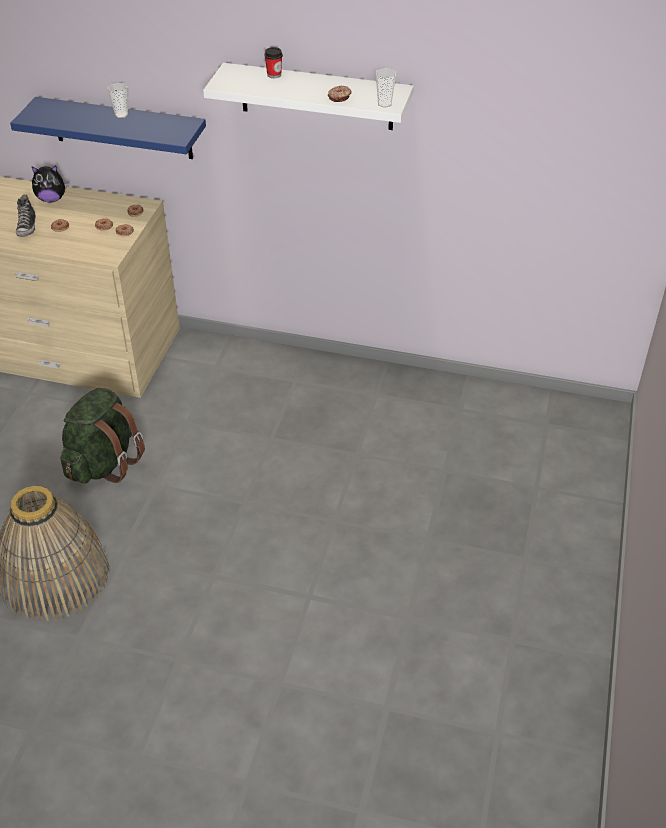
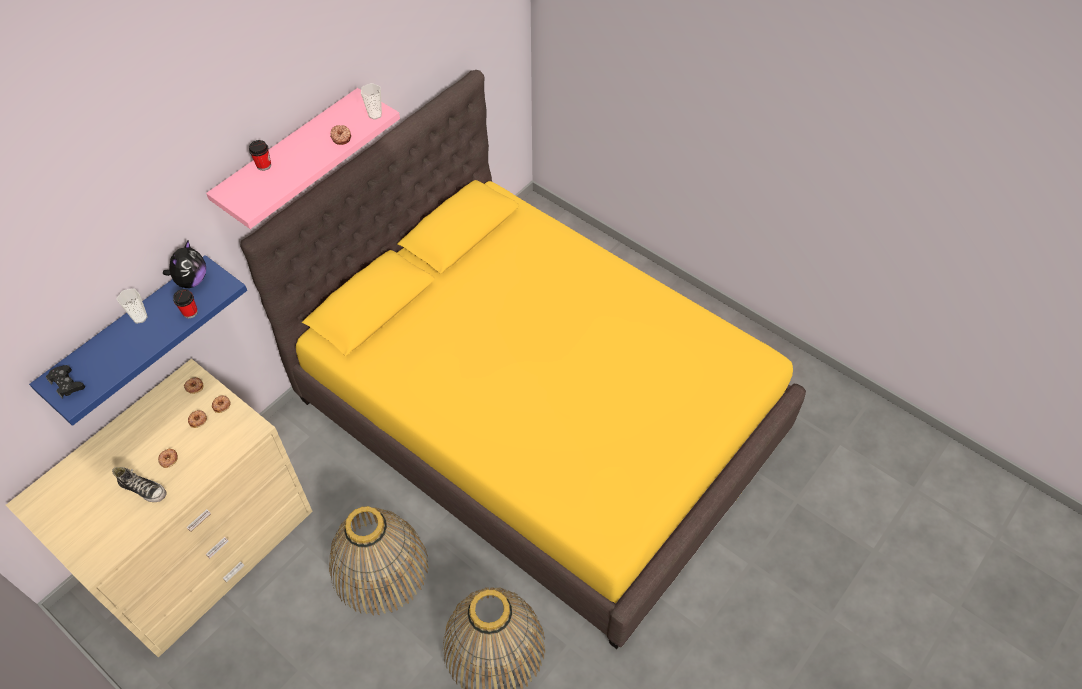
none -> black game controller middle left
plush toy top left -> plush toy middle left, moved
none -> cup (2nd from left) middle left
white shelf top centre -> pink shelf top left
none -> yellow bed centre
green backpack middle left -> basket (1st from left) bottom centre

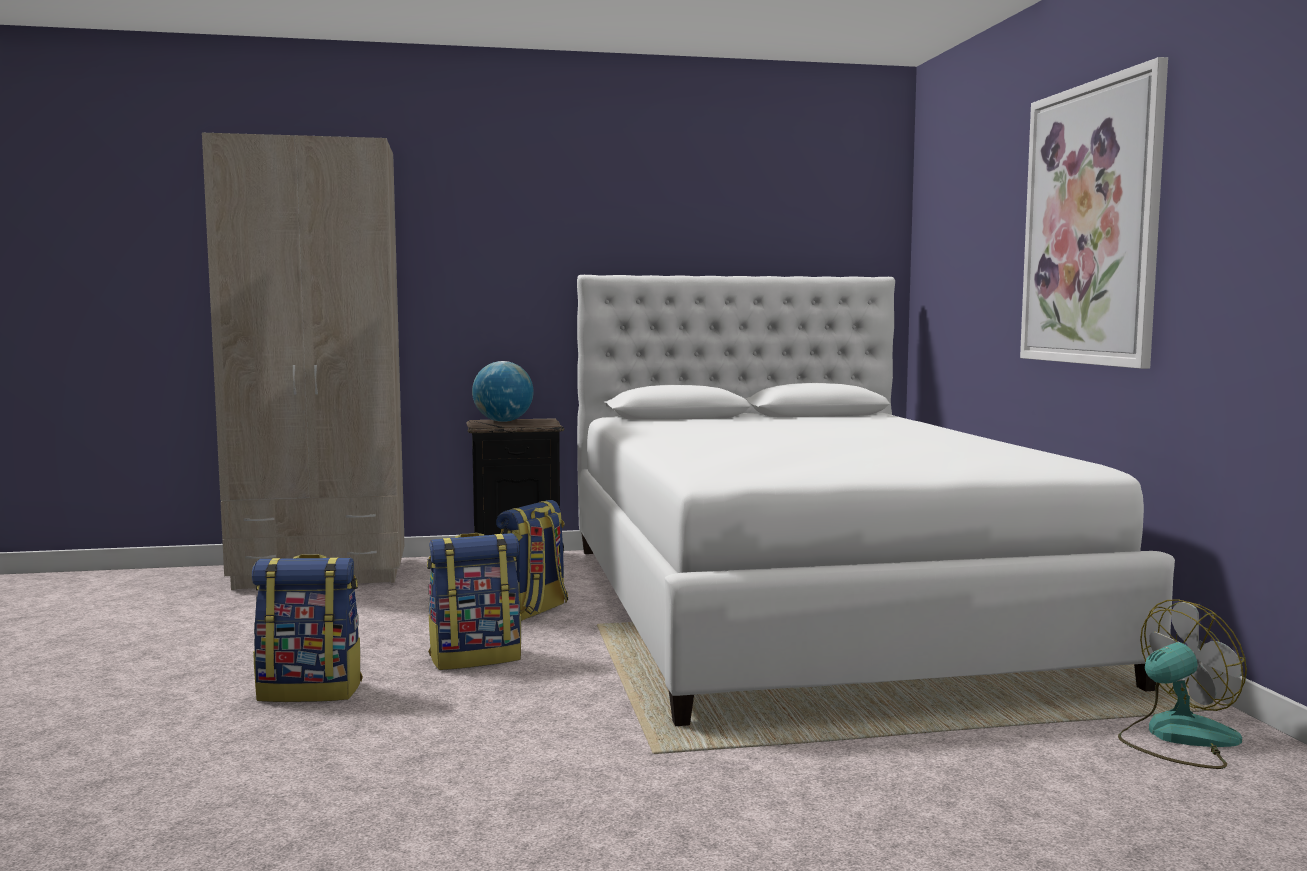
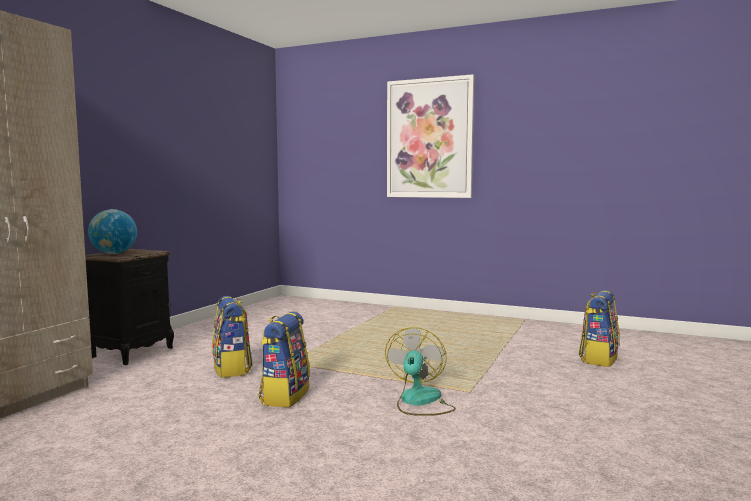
fan bottom right -> fan bottom centre, moved
backpack (1st from left in the first image) bottom left -> backpack (3rd from left) middle right, moved
white bed middle right -> none

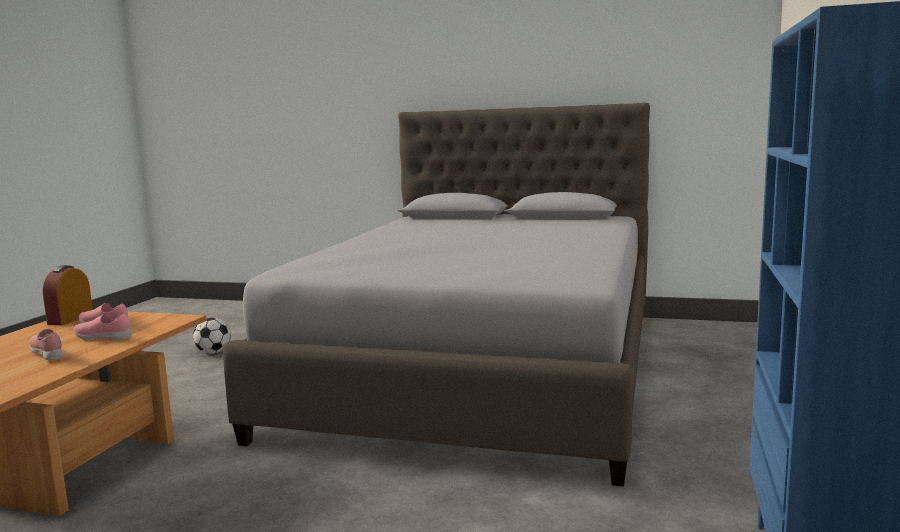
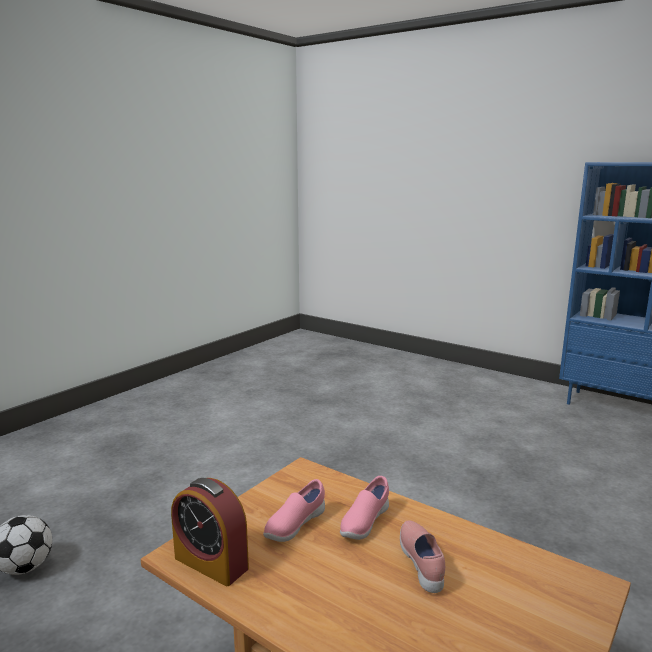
pink shoe (1st from left in the first image) middle left -> pink shoe (3rd from left) bottom centre, 105 degrees clockwise
grey bed centre -> none

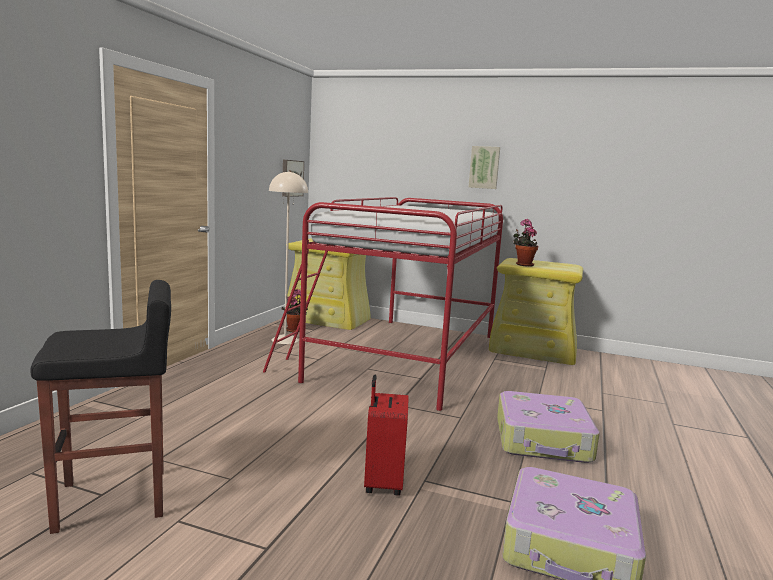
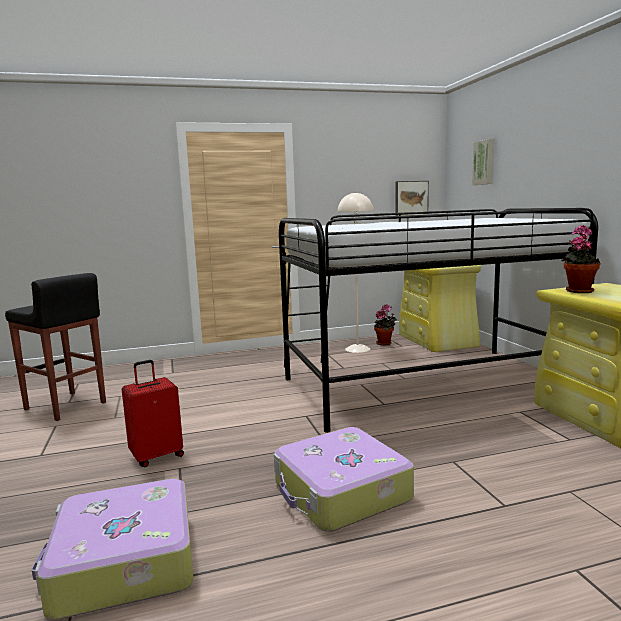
red bed centre -> black bed middle right
picture (2nd from left) top centre -> picture (2nd from left) top right, moved

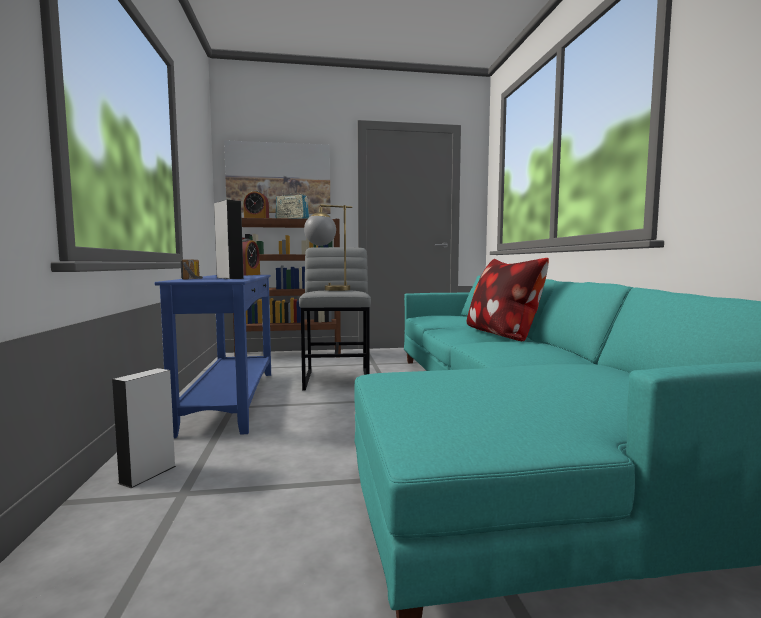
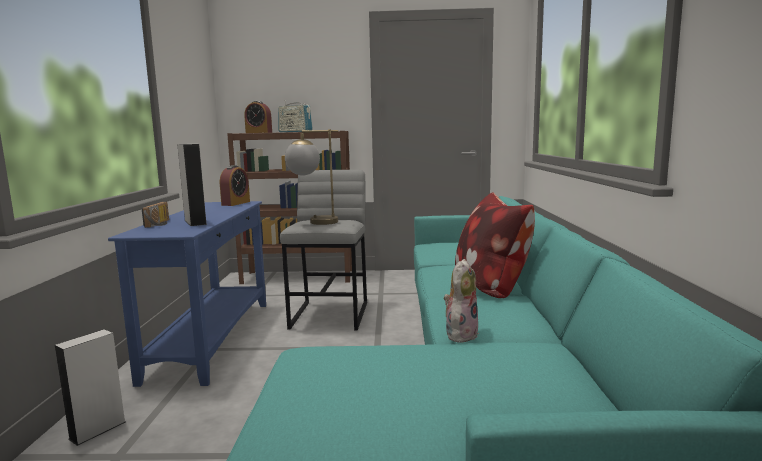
none -> plush toy centre
picture top centre -> none

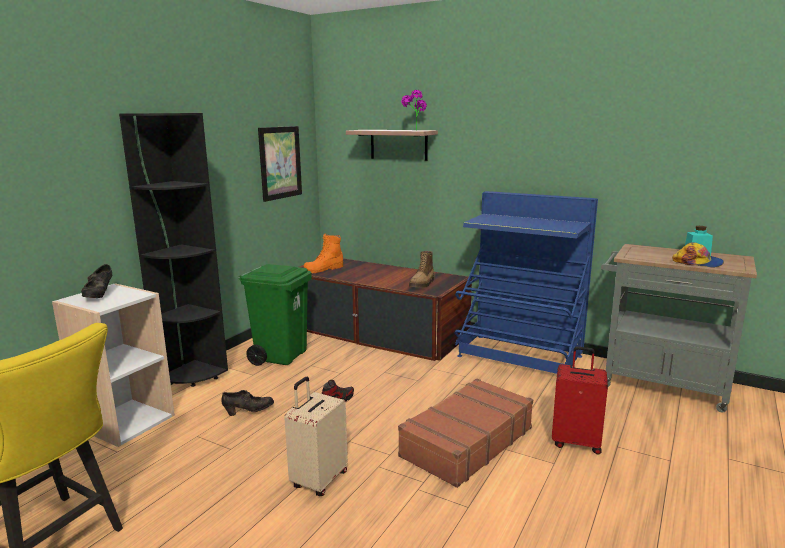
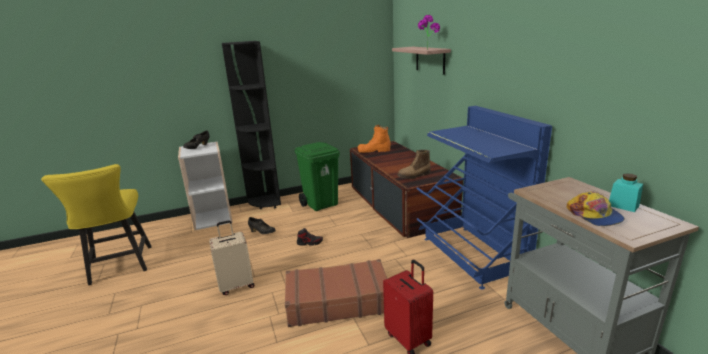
picture top centre -> none

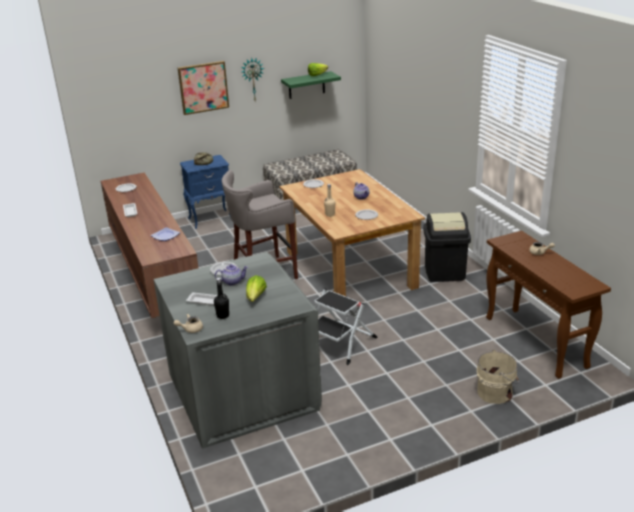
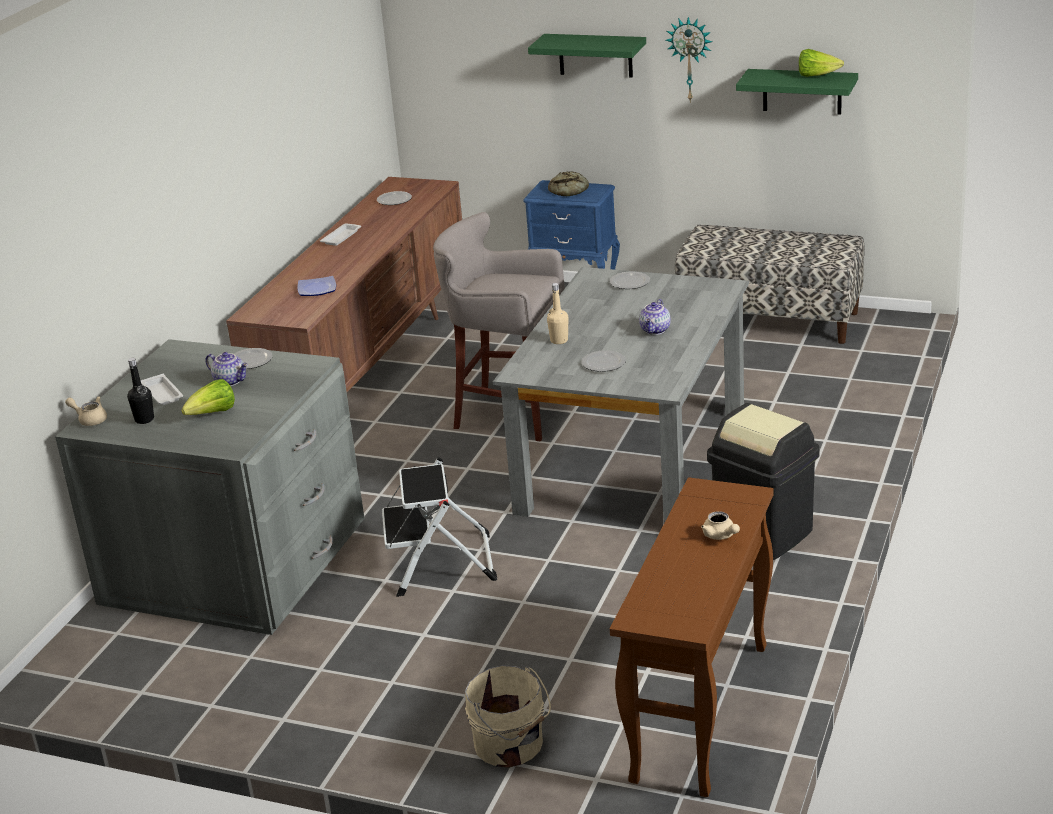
brown dining table centre -> grey dining table centre
picture top left -> green shelf (1st from left) top centre

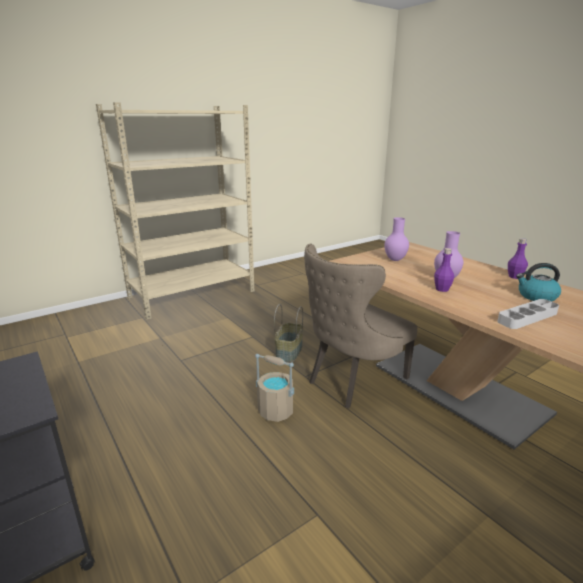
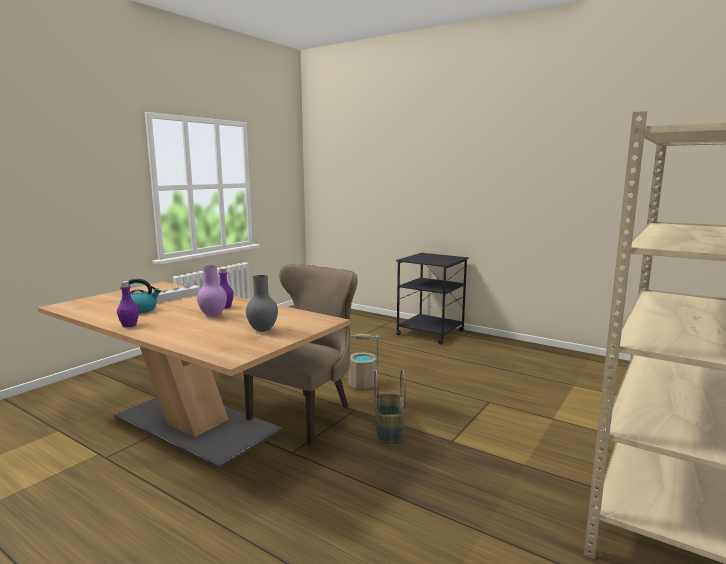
purple vase (1st from left) middle right -> grey vase centre

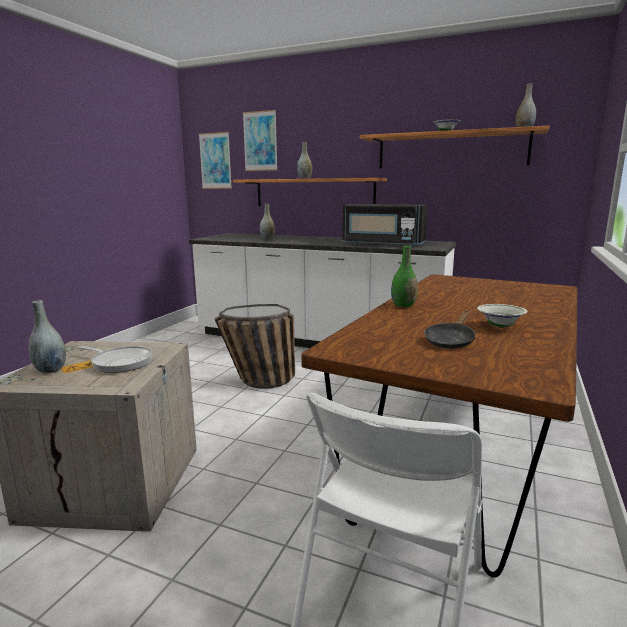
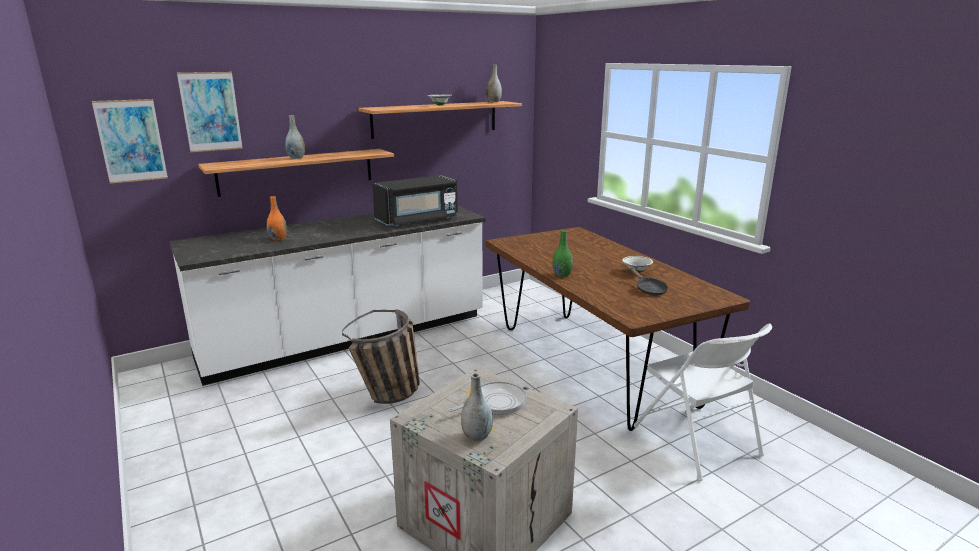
grey vase (2nd from left) centre -> orange vase middle left

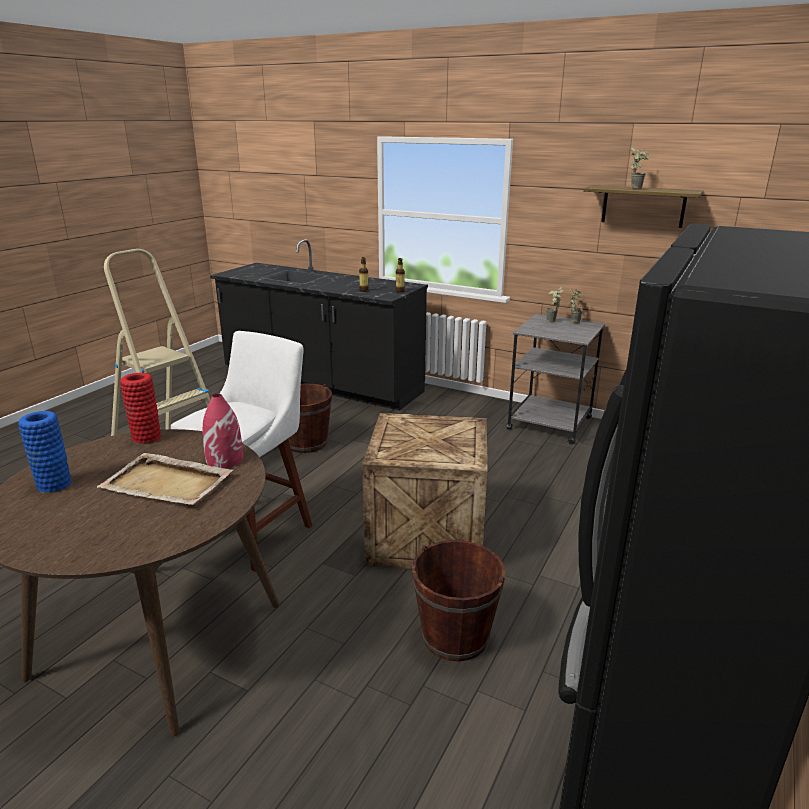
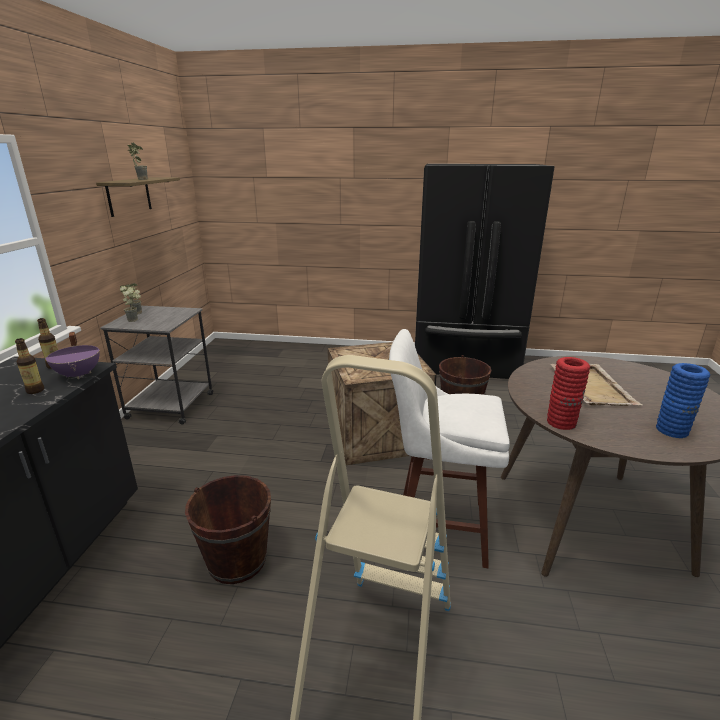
none -> purple cooking pot middle left
red vase (2nd from left) middle left -> none

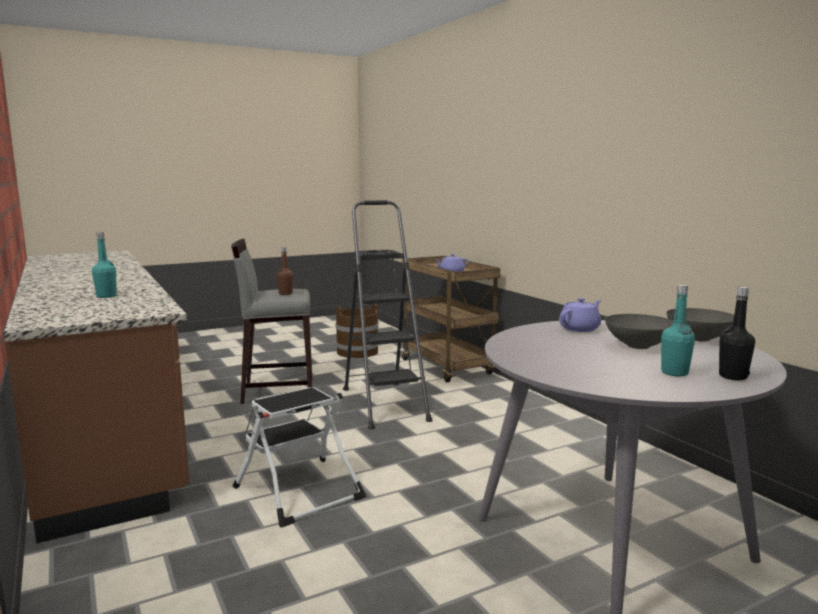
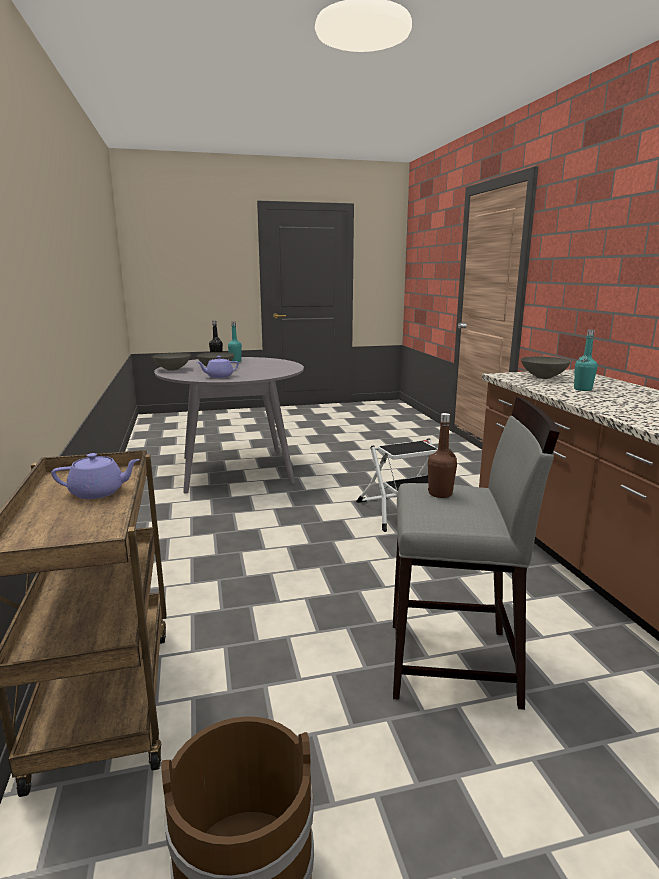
none -> grey bowl (3rd from left) middle right
step ladder (2nd from left) centre -> none

